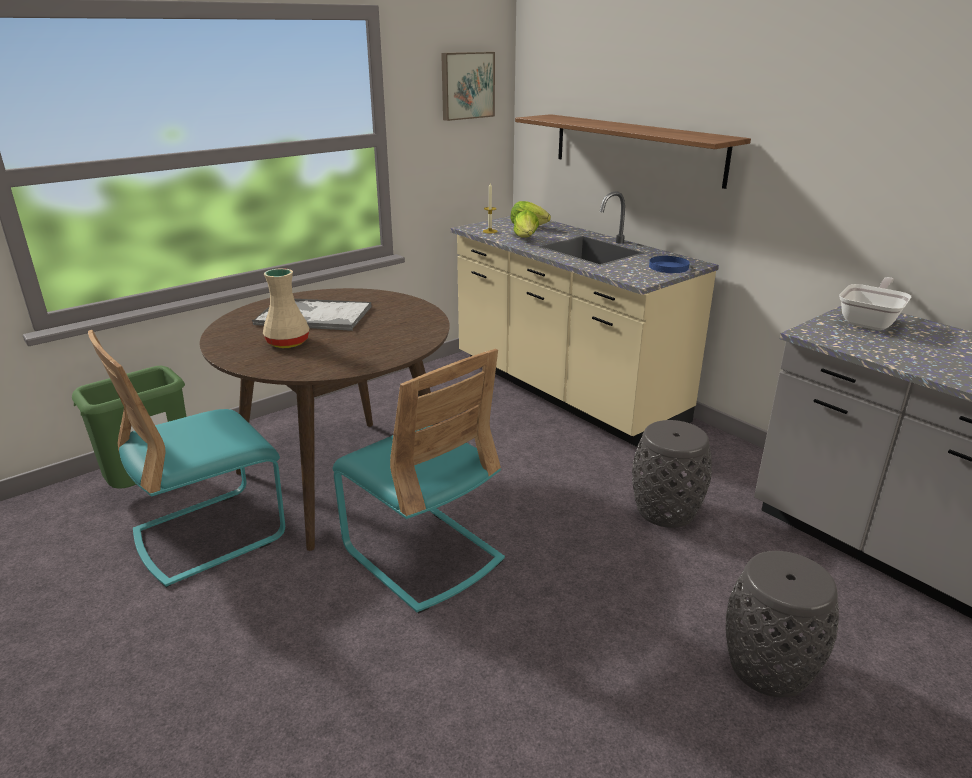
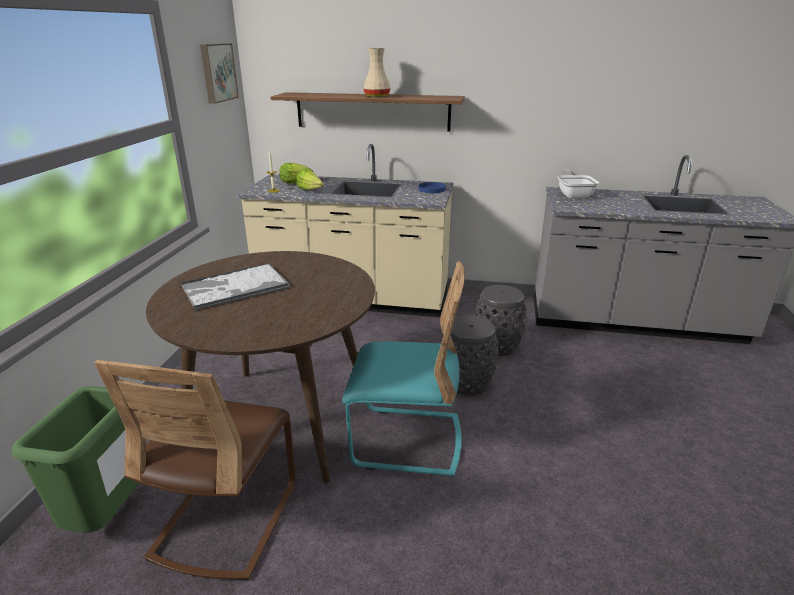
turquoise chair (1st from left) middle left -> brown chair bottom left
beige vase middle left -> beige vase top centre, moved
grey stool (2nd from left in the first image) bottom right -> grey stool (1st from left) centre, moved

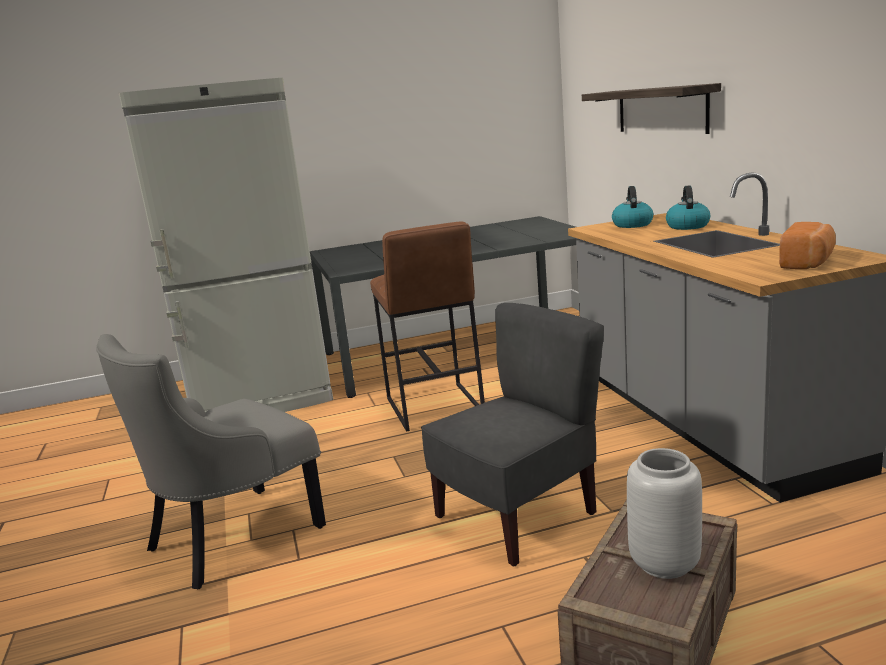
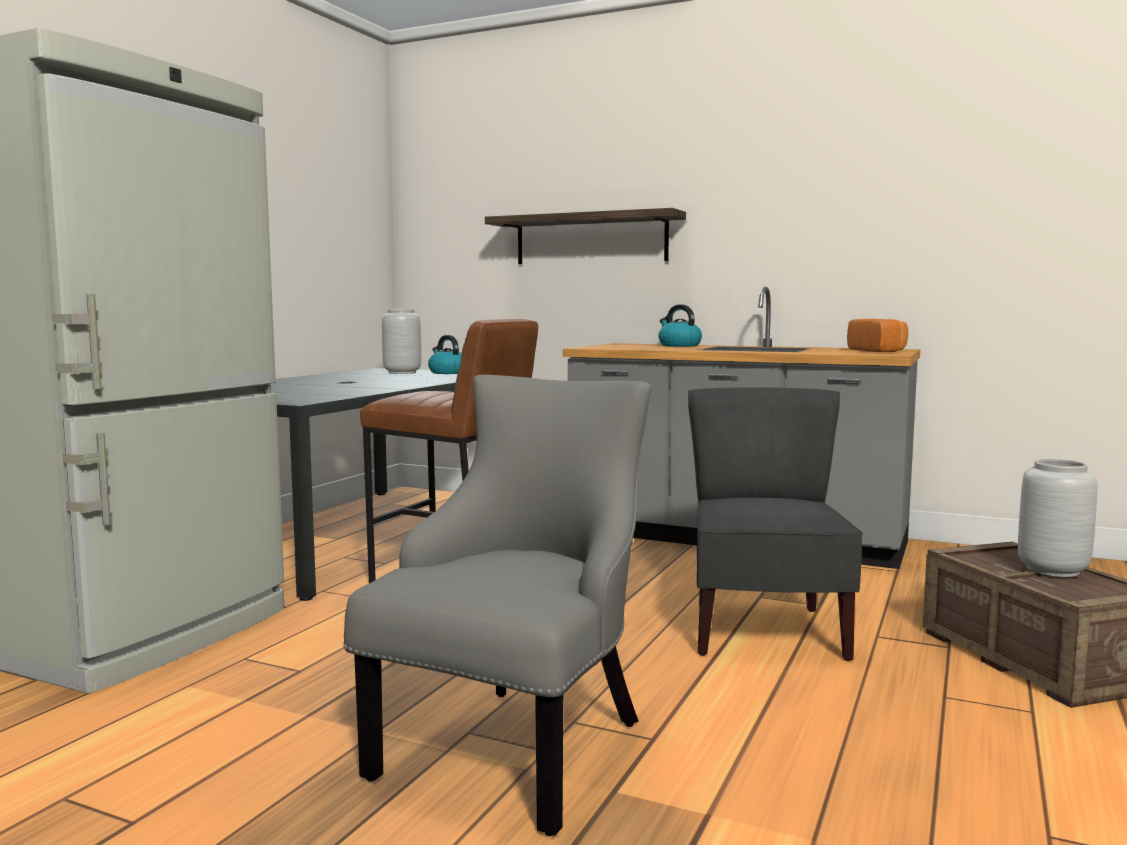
grey chair (1st from left) bottom left -> grey chair (1st from left) bottom centre, 150 degrees counterclockwise
none -> grey vase (1st from left) centre
kettle (1st from left) top right -> kettle (1st from left) centre, moved

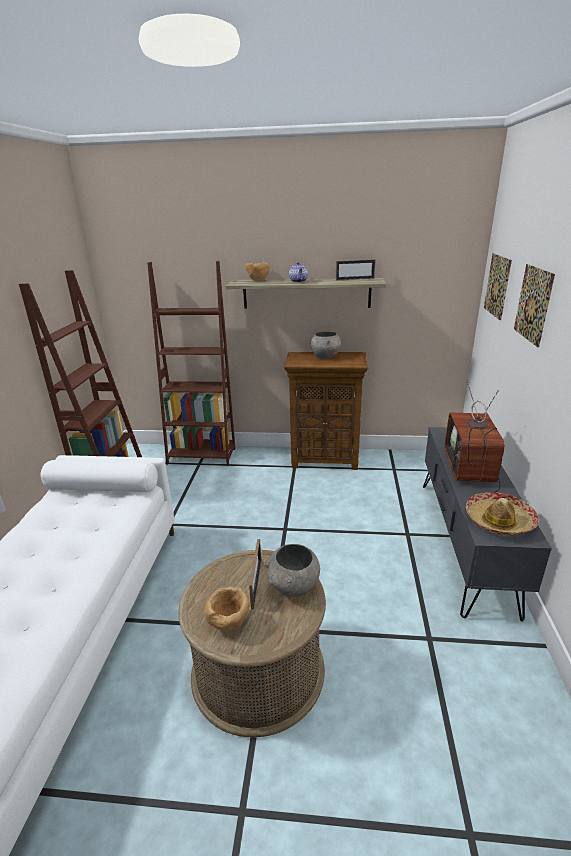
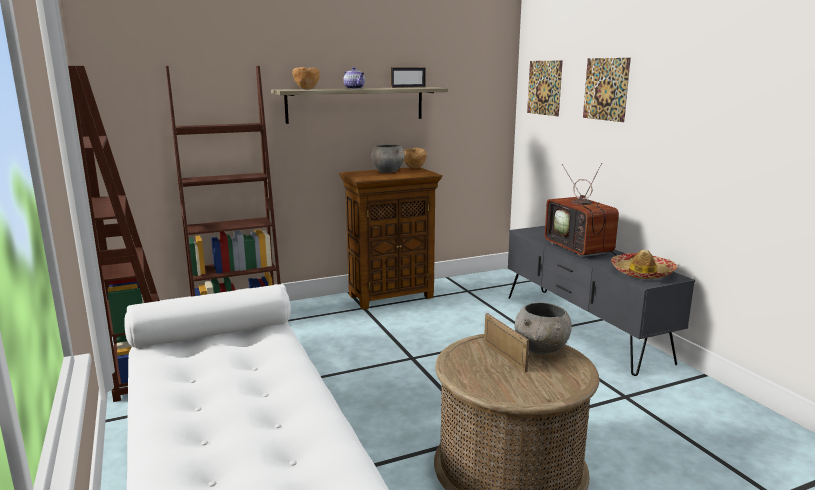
brown bowl (1st from left in the first image) bottom centre -> brown bowl (2nd from left) top centre, moved

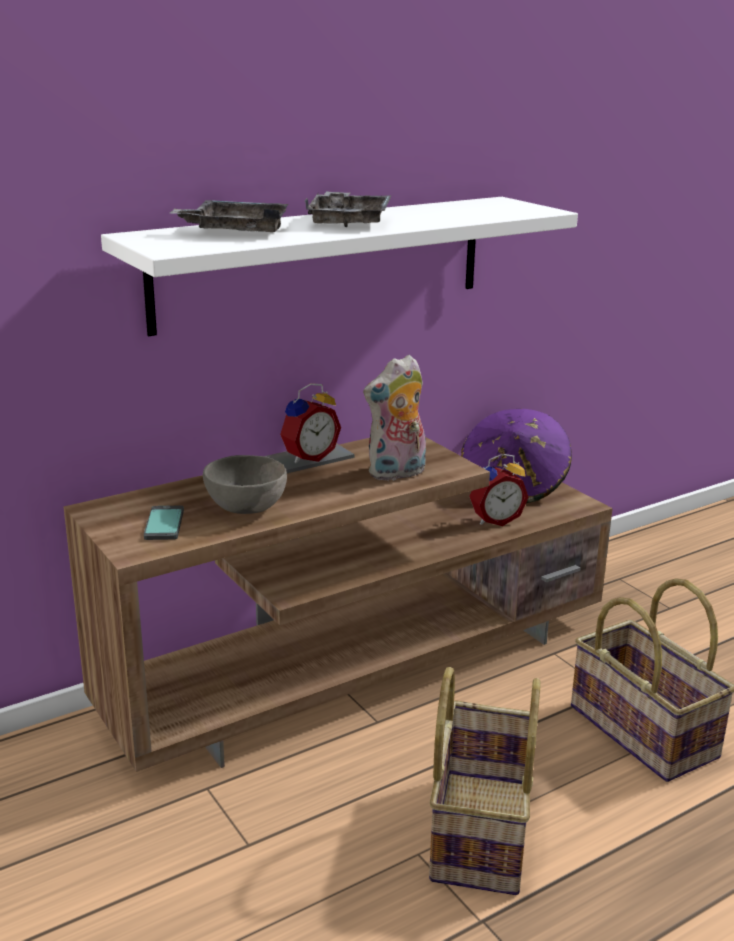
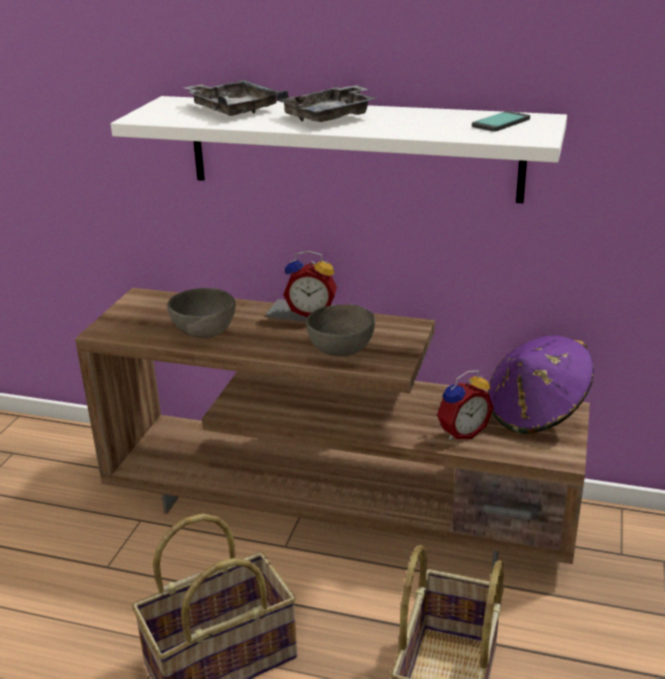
plush toy centre -> grey bowl (2nd from left) centre
alarm clock (2nd from left) middle right, 60 degrees counterclockwise
phone middle left -> phone top right, moved

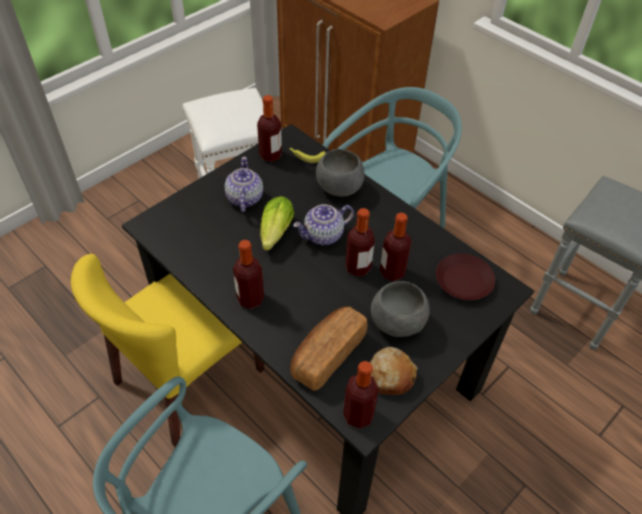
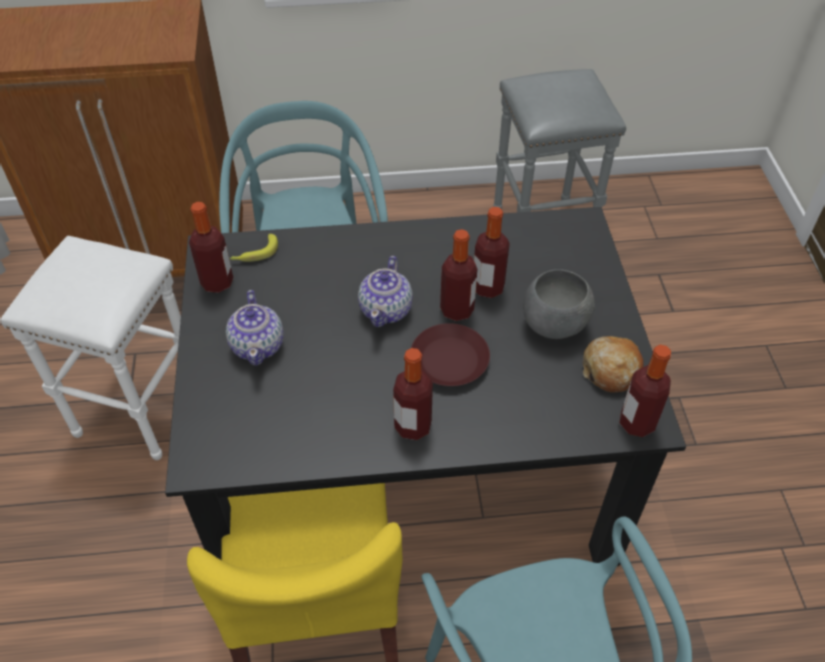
teapot (1st from left) centre -> teapot (1st from left) middle left, 135 degrees counterclockwise
brown plate middle right -> brown plate centre, moved
lettuce centre -> none
bread (1st from left) bottom centre -> none
grey bowl (1st from left) centre -> none

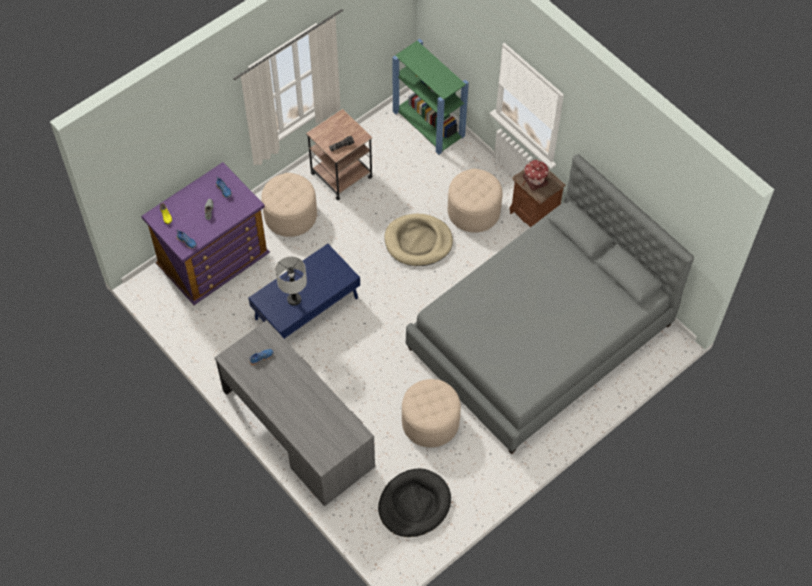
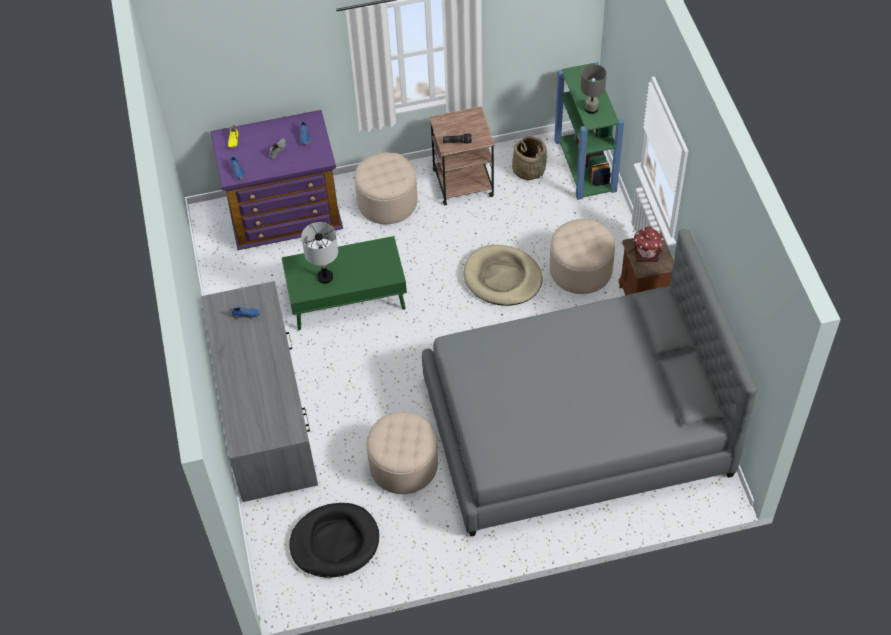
blue coffee table centre -> green coffee table centre
none -> basket top centre
none -> grey table lamp (2nd from left) top right

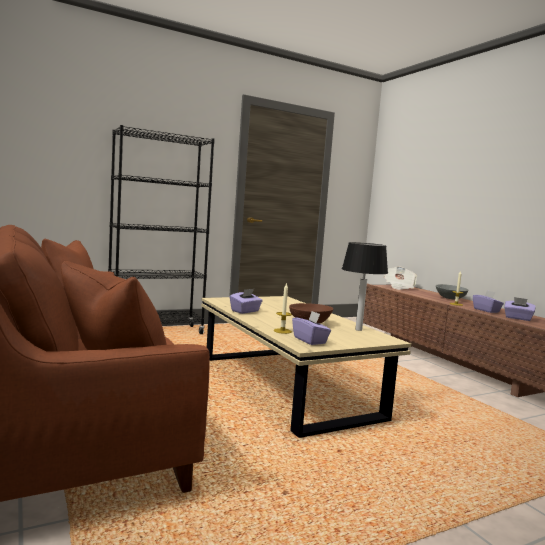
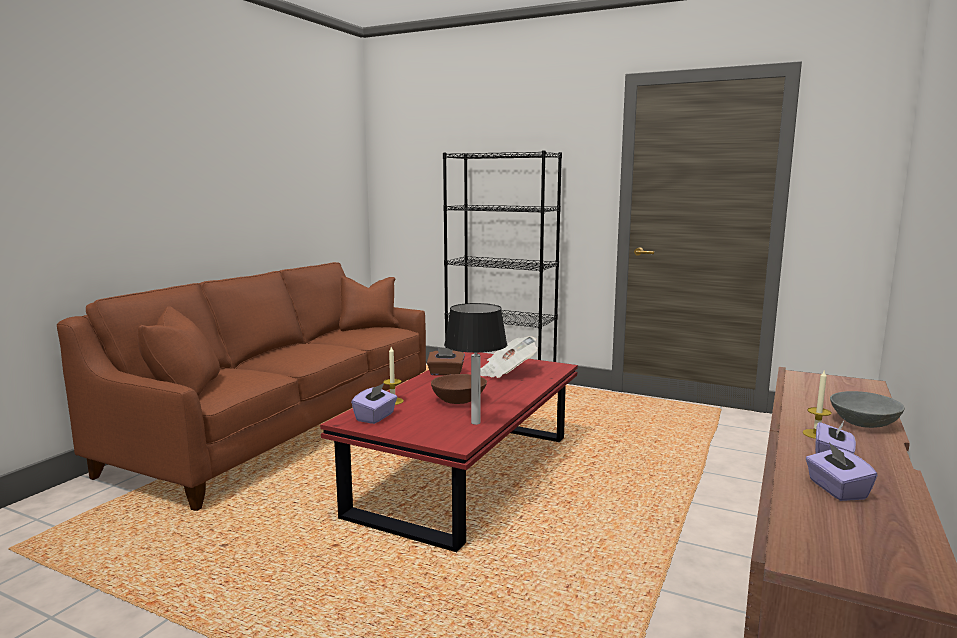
beige coffee table bottom centre -> red coffee table bottom centre
purple tissue box (1st from left) centre -> brown tissue box centre
newspaper middle right -> newspaper centre, moved

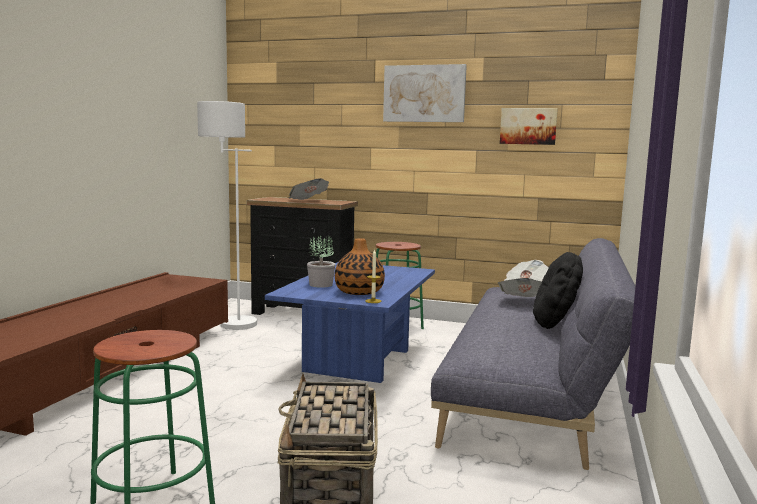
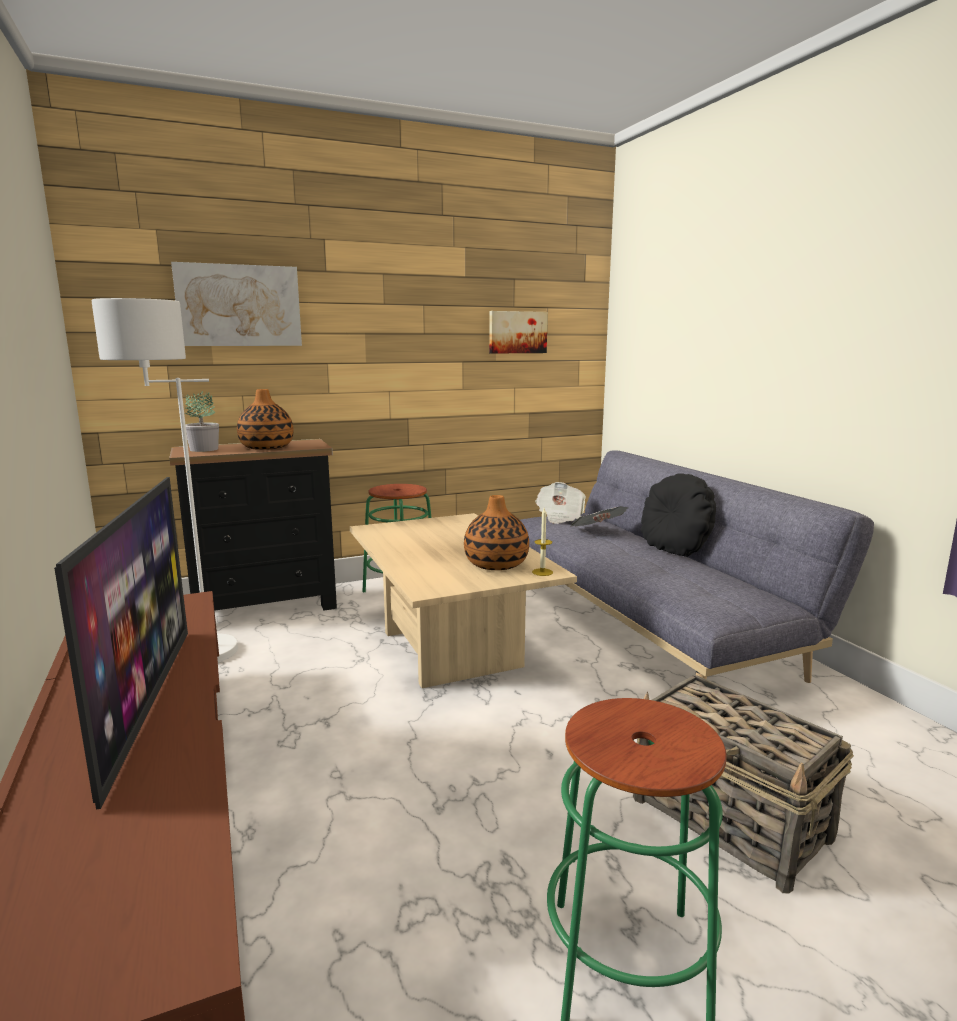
none -> television middle left
picture (1st from left) top centre -> picture (1st from left) top left, moved
potted plant centre -> potted plant middle left, moved
newspaper (1st from left) centre -> vase (1st from left) middle left
blue coffee table centre -> beige coffee table centre

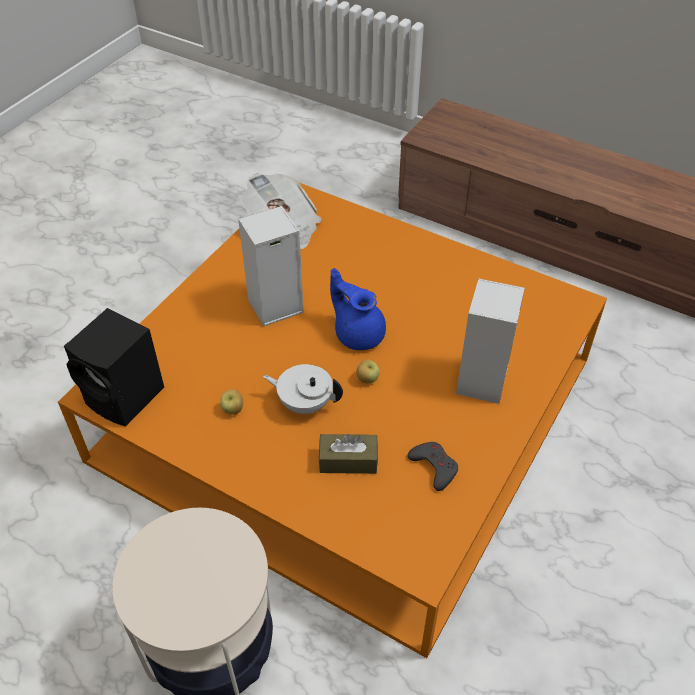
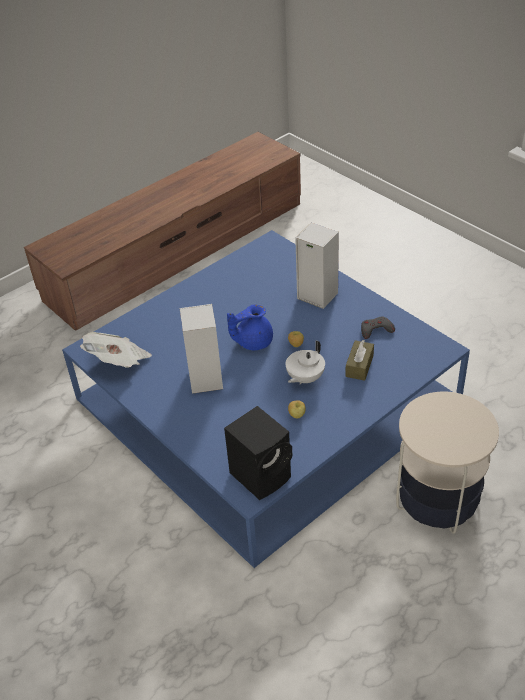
orange coffee table centre -> blue coffee table centre

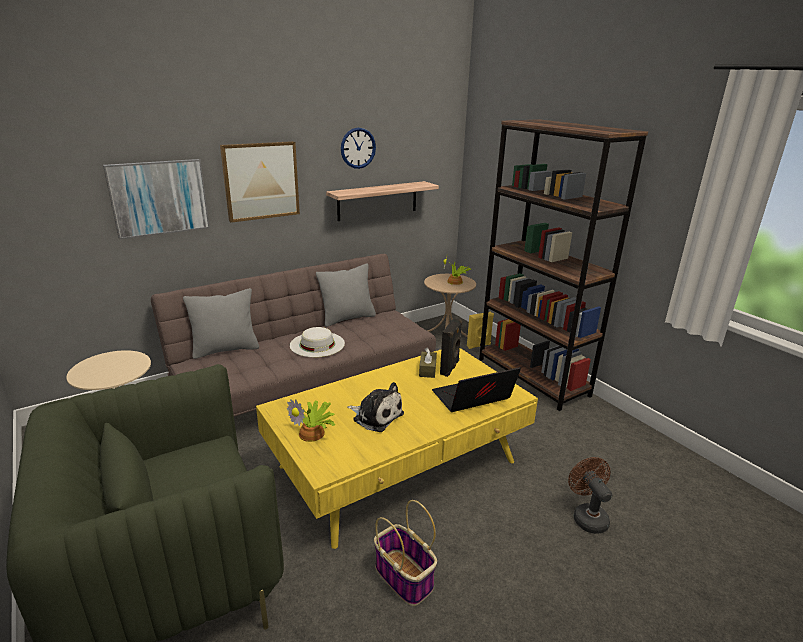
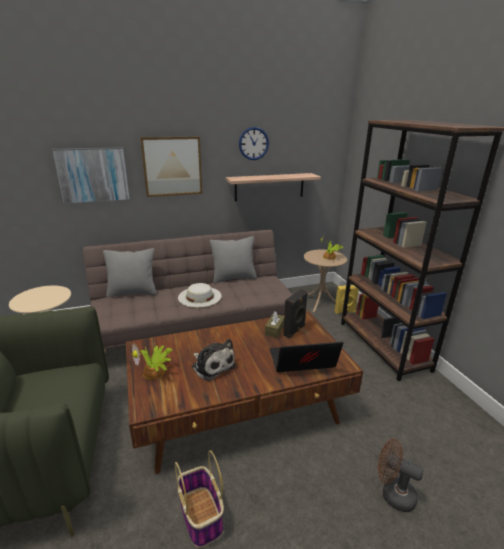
yellow coffee table bottom centre -> brown coffee table bottom centre
brown fan bottom right, 60 degrees counterclockwise

